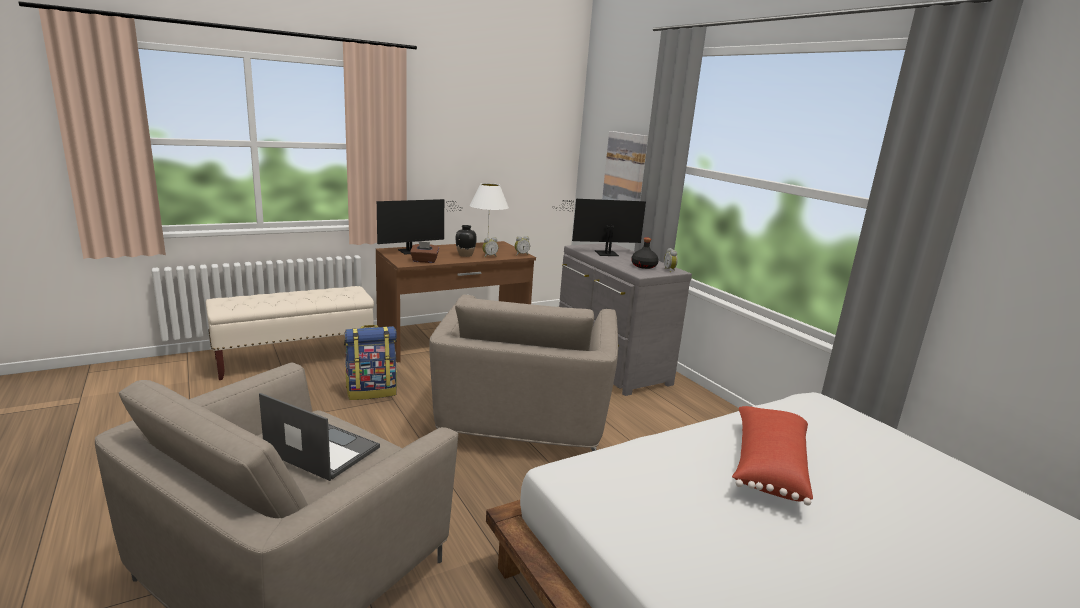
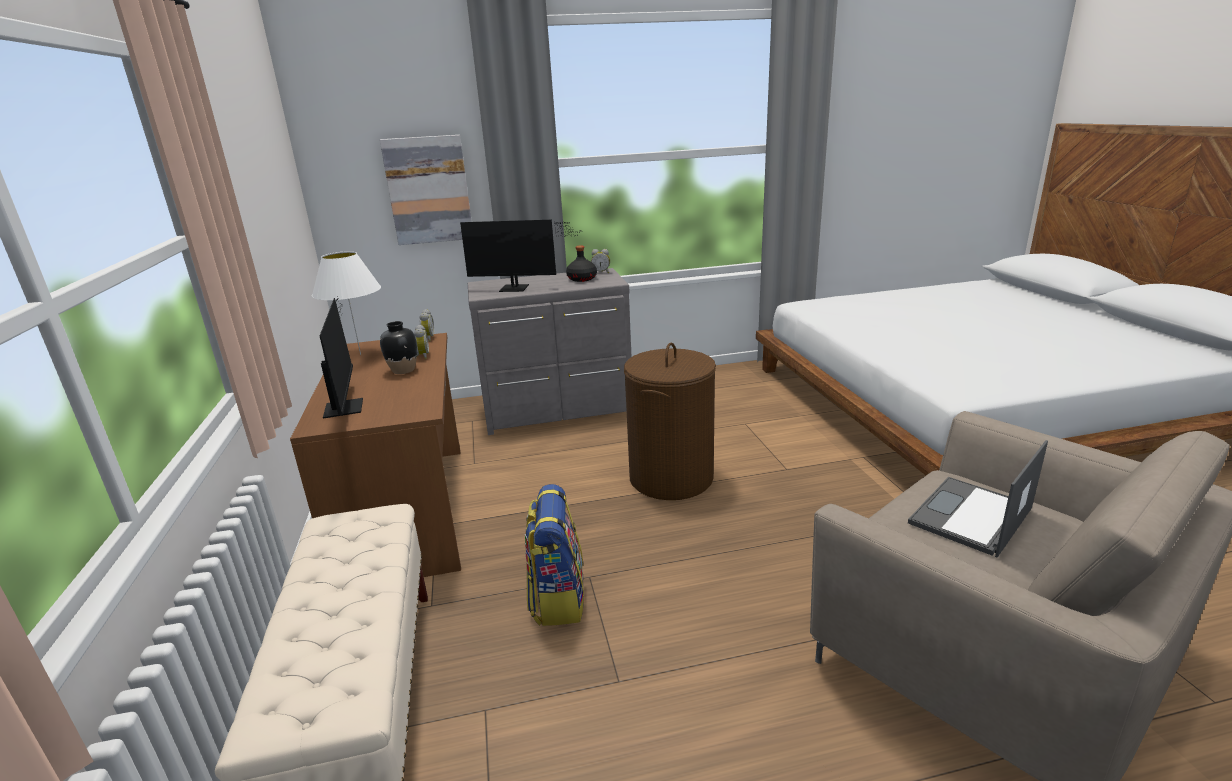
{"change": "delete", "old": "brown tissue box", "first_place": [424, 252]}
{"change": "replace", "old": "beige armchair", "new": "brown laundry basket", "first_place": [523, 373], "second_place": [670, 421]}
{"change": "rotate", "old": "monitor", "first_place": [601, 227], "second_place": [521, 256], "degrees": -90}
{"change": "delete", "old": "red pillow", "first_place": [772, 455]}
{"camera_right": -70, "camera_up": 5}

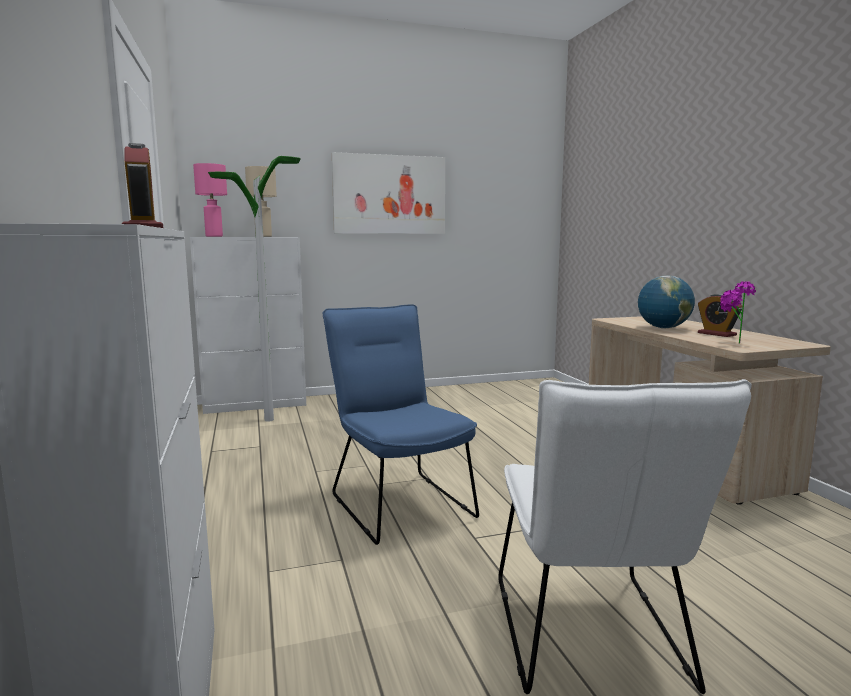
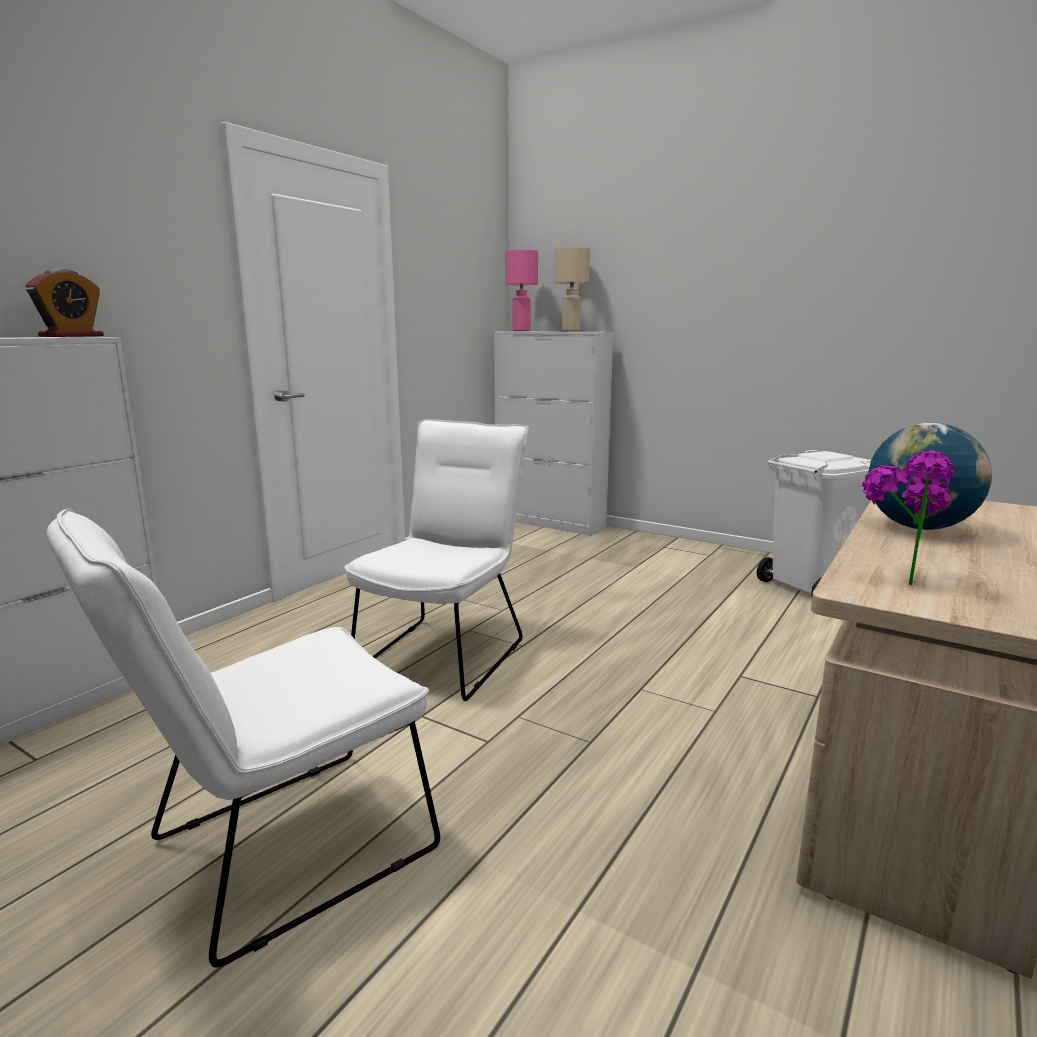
{"change": "delete", "old": "floor lamp", "first_place": [254, 289]}
{"change": "recolor", "old": "blue chair", "new": "white chair", "first_place": [400, 424], "second_place": [436, 560]}
{"change": "delete", "old": "picture", "first_place": [388, 193]}
{"change": "delete", "old": "alarm clock", "first_place": [720, 315]}
{"change": "insert", "new": "white trash can", "second_place": [814, 523]}
{"camera_right": 50, "camera_up": 5}

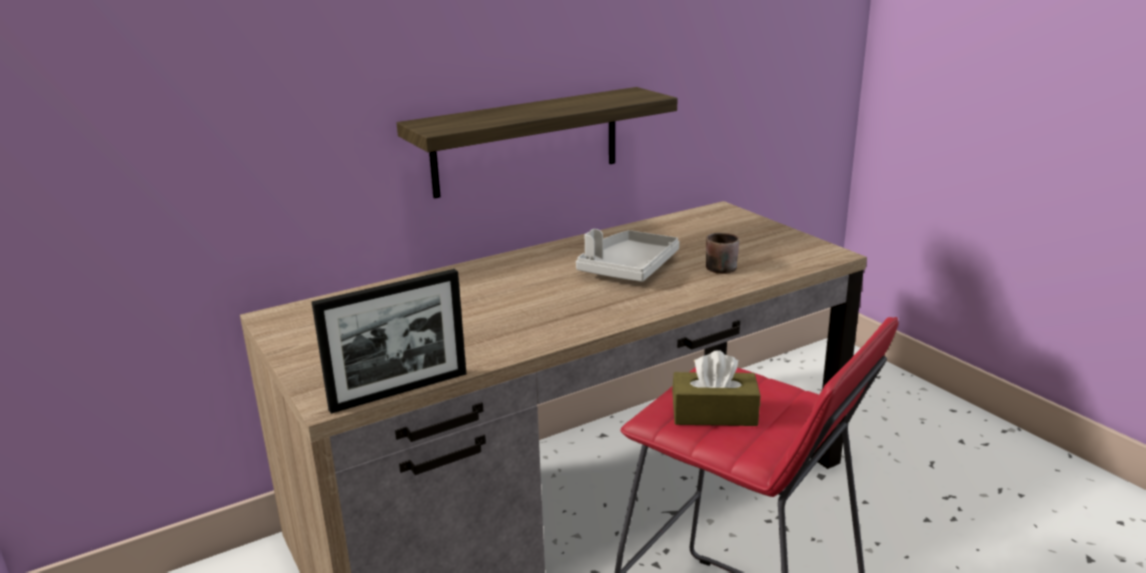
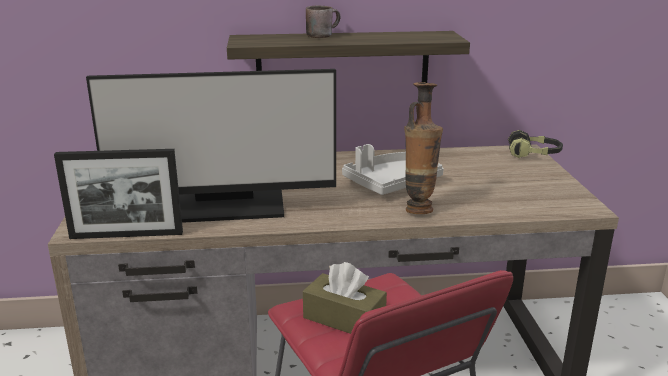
{"change": "move", "old": "brown mug", "first_place": [722, 253], "second_place": [323, 22]}
{"change": "insert", "new": "monitor", "second_place": [211, 146]}
{"change": "insert", "new": "vase", "second_place": [423, 148]}
{"change": "insert", "new": "headphones", "second_place": [535, 144]}
{"camera_right": 25, "camera_up": 0}

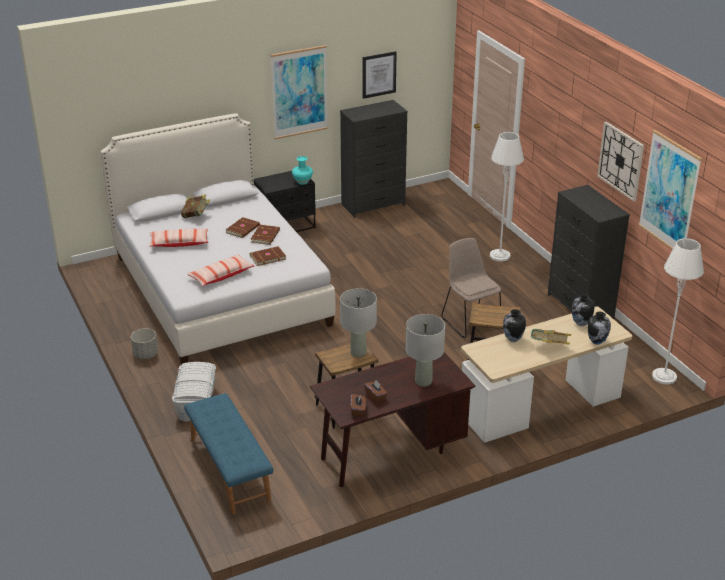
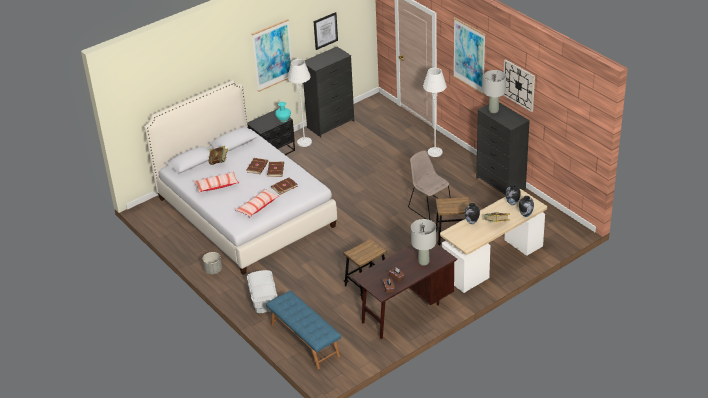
{"change": "move", "old": "grey table lamp", "first_place": [358, 322], "second_place": [494, 91]}
{"change": "move", "old": "picture", "first_place": [670, 190], "second_place": [469, 55]}
{"change": "move", "old": "white floor lamp", "first_place": [678, 311], "second_place": [300, 103]}
{"camera_right": -10, "camera_up": 5}

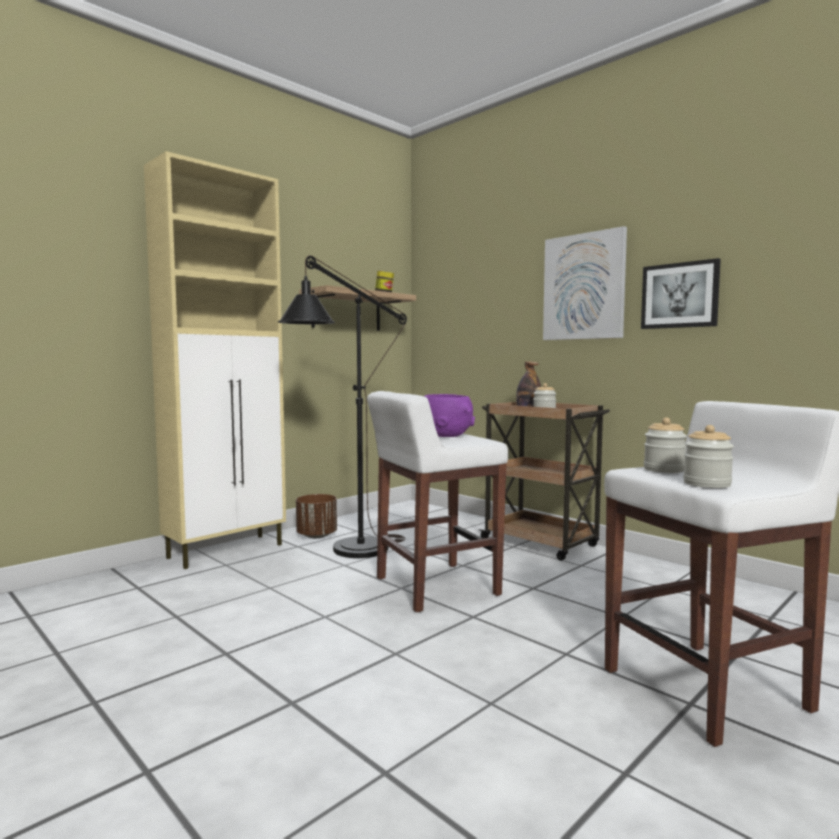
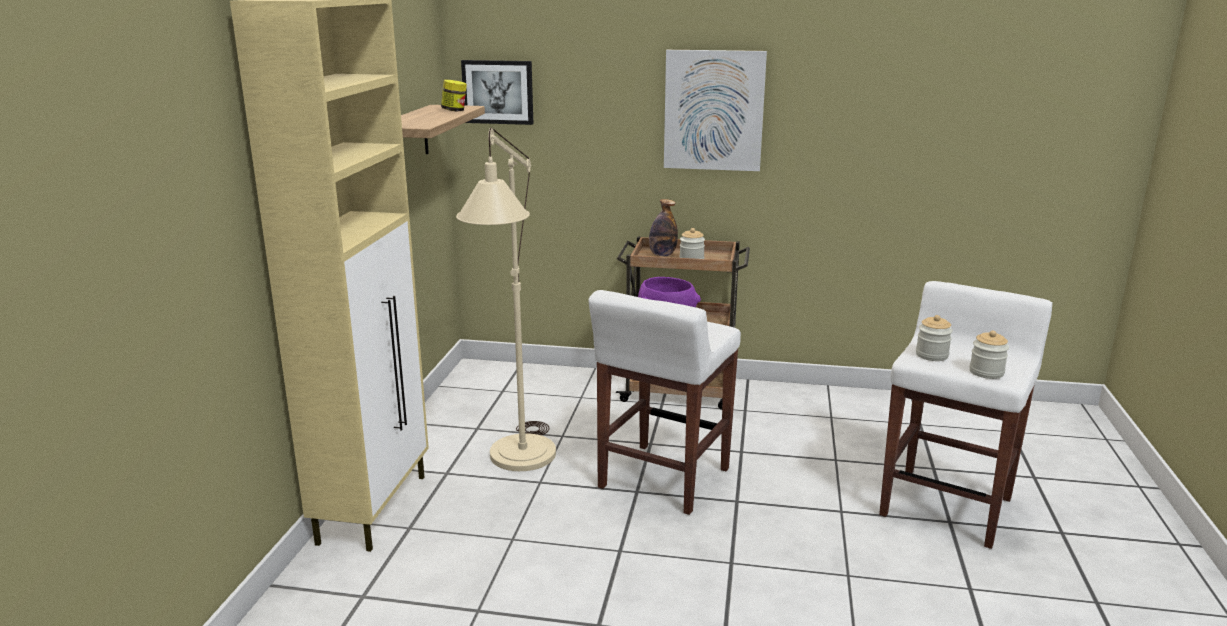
{"change": "recolor", "old": "black floor lamp", "new": "beige floor lamp", "first_place": [342, 407], "second_place": [506, 299]}
{"change": "delete", "old": "brown planter", "first_place": [316, 516]}
{"change": "move", "old": "picture", "first_place": [681, 293], "second_place": [497, 92]}
{"camera_right": -35, "camera_up": 15}

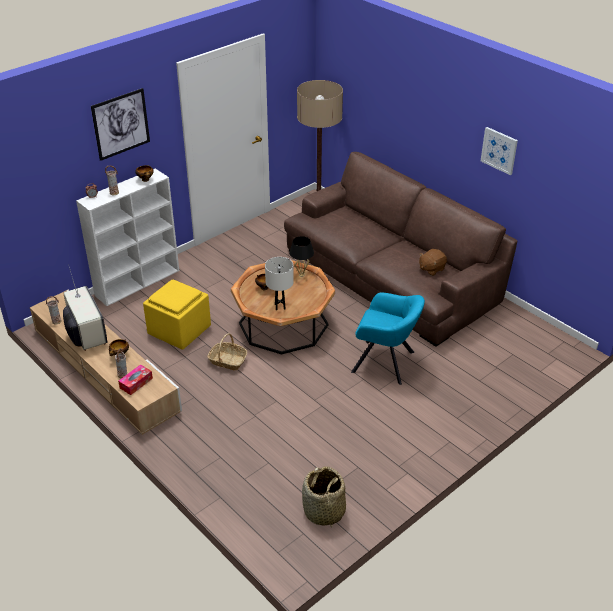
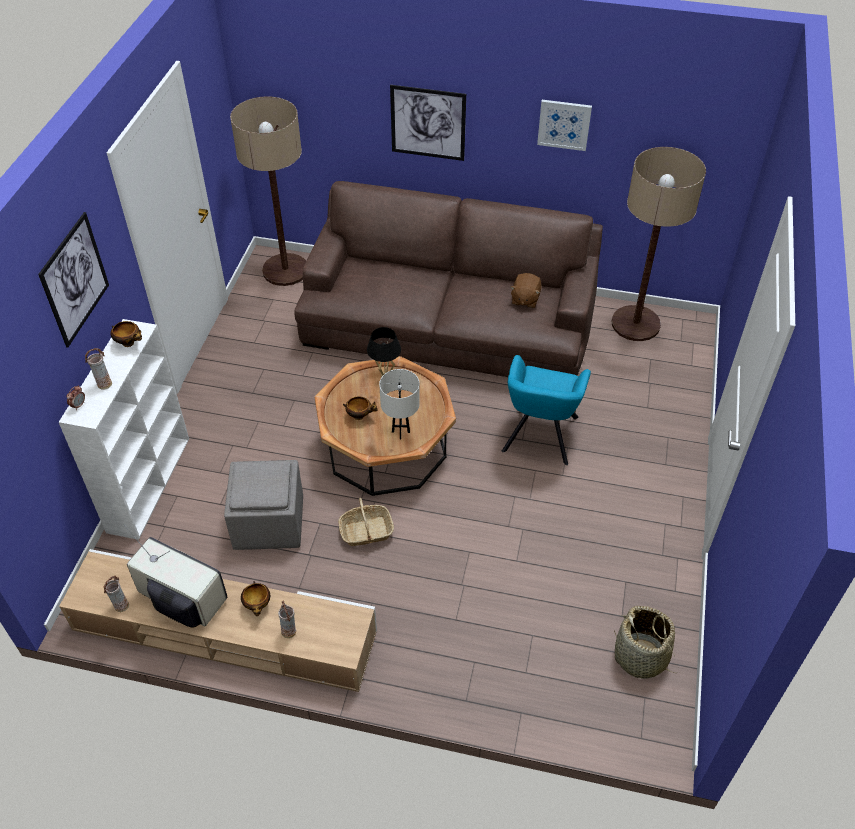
{"change": "delete", "old": "tissue box", "first_place": [135, 379]}
{"change": "recolor", "old": "yellow ottoman", "new": "grey ottoman", "first_place": [177, 314], "second_place": [263, 505]}
{"change": "rotate", "old": "turquoise armchair", "first_place": [388, 338], "second_place": [546, 410], "degrees": 120}
{"change": "insert", "new": "picture", "second_place": [428, 123]}
{"change": "insert", "new": "floor lamp", "second_place": [659, 244]}
{"camera_right": -35, "camera_up": 10}

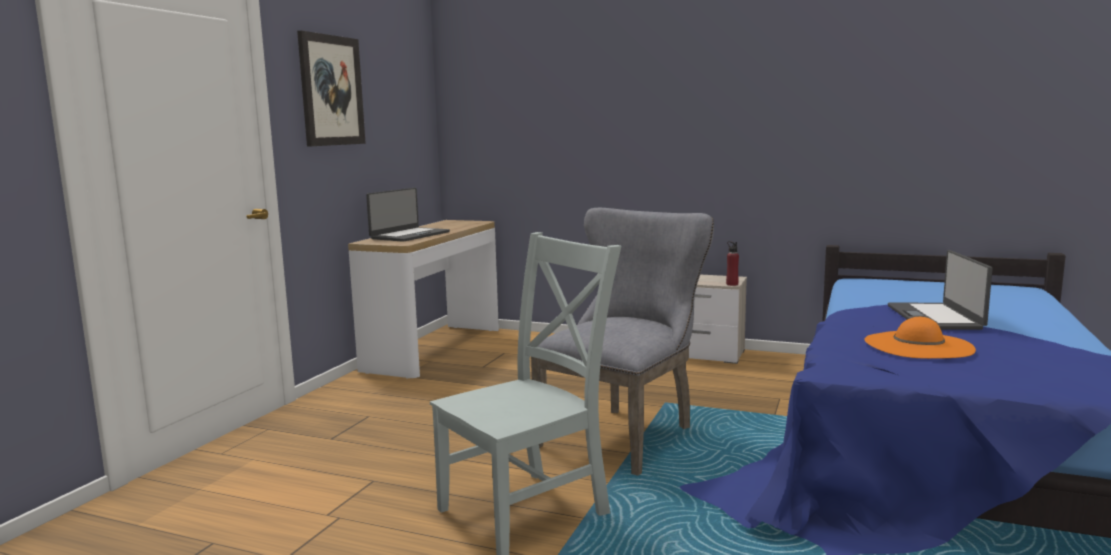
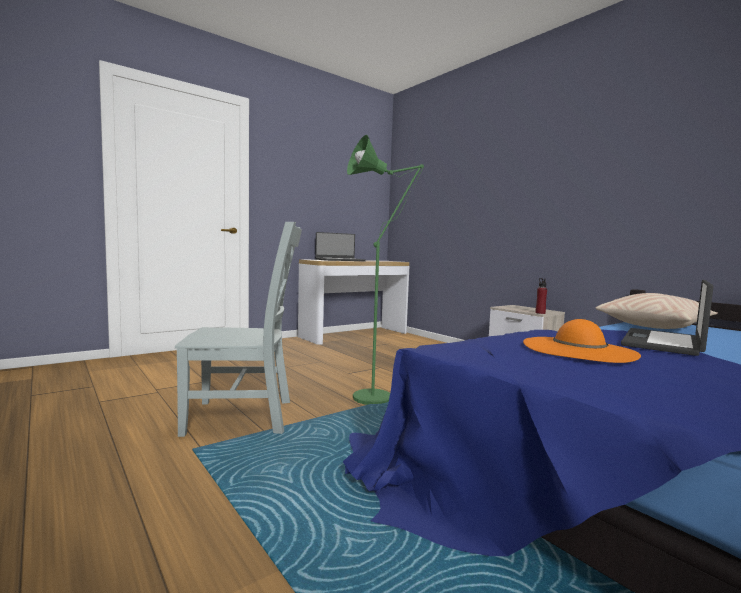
{"change": "delete", "old": "picture", "first_place": [331, 88]}
{"change": "replace", "old": "grey chair", "new": "green floor lamp", "first_place": [622, 342], "second_place": [385, 270]}
{"change": "insert", "new": "beige pillow", "second_place": [656, 311]}
{"camera_right": 30, "camera_up": -5}

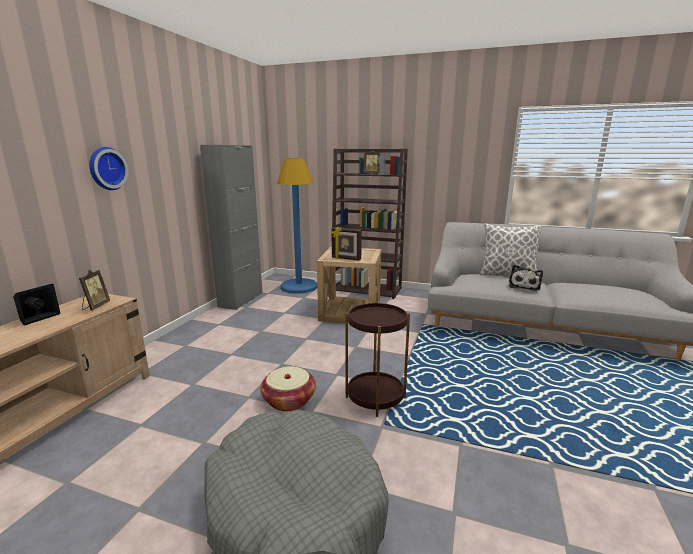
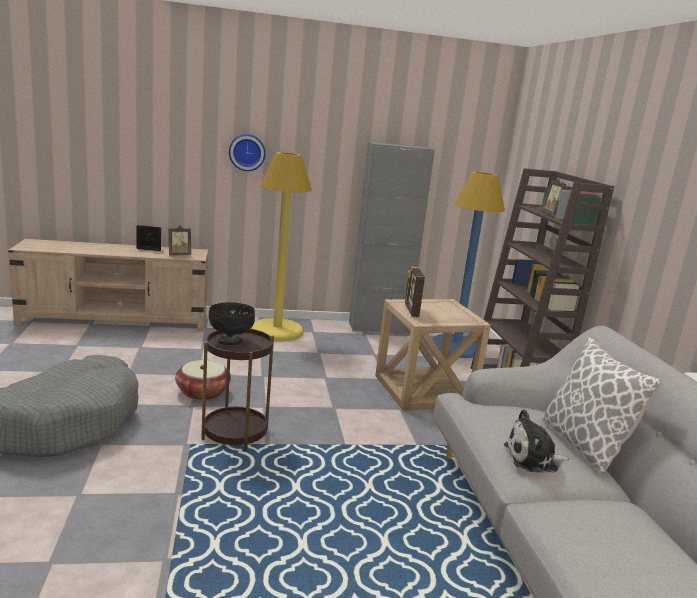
{"change": "insert", "new": "black bowl", "second_place": [232, 323]}
{"change": "insert", "new": "yellow floor lamp", "second_place": [281, 247]}
{"camera_right": 60, "camera_up": 0}

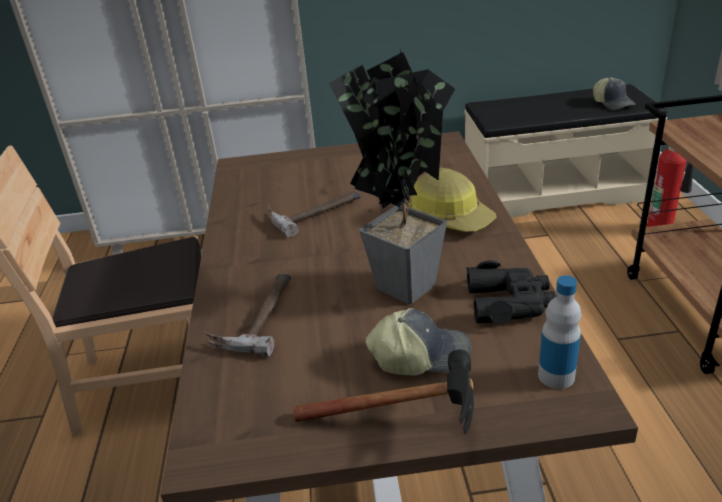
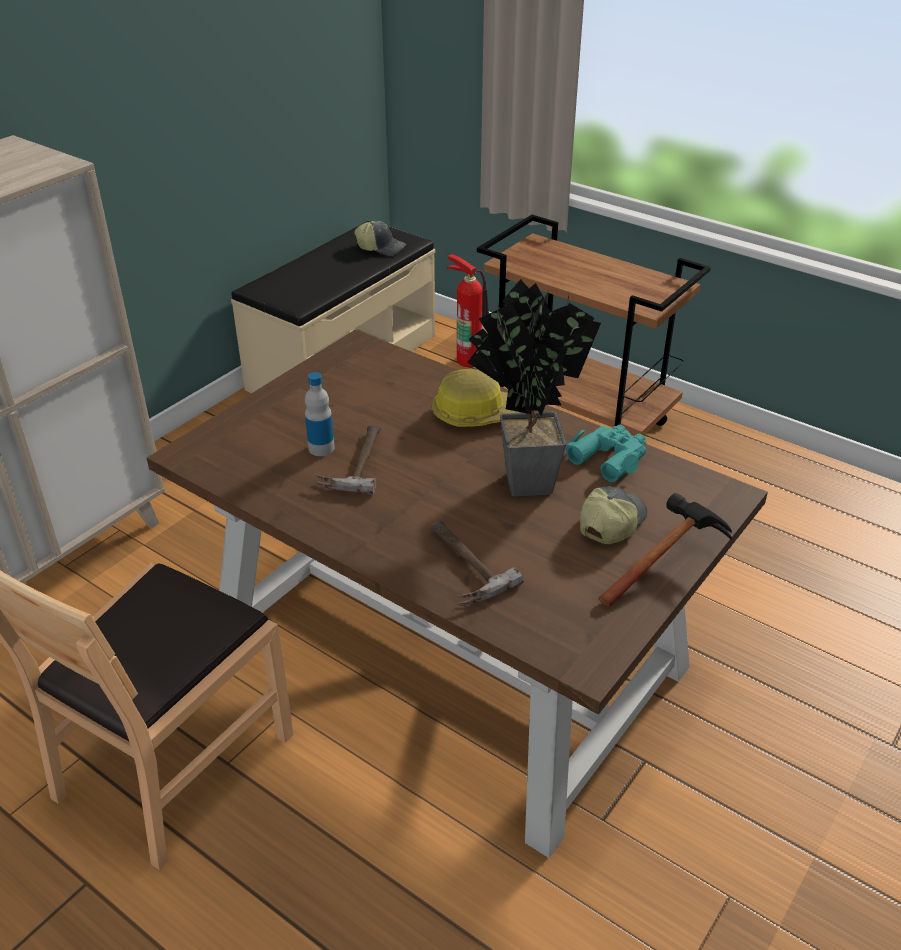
{"change": "recolor", "old": "black binoculars", "new": "turquoise binoculars", "first_place": [511, 292], "second_place": [606, 453]}
{"change": "move", "old": "bottle", "first_place": [559, 332], "second_place": [320, 414]}
{"camera_right": -50, "camera_up": 5}

